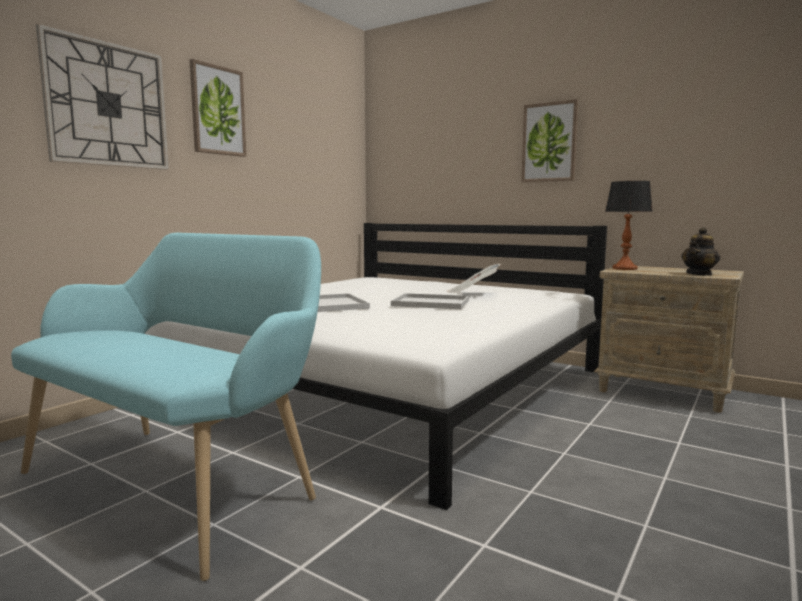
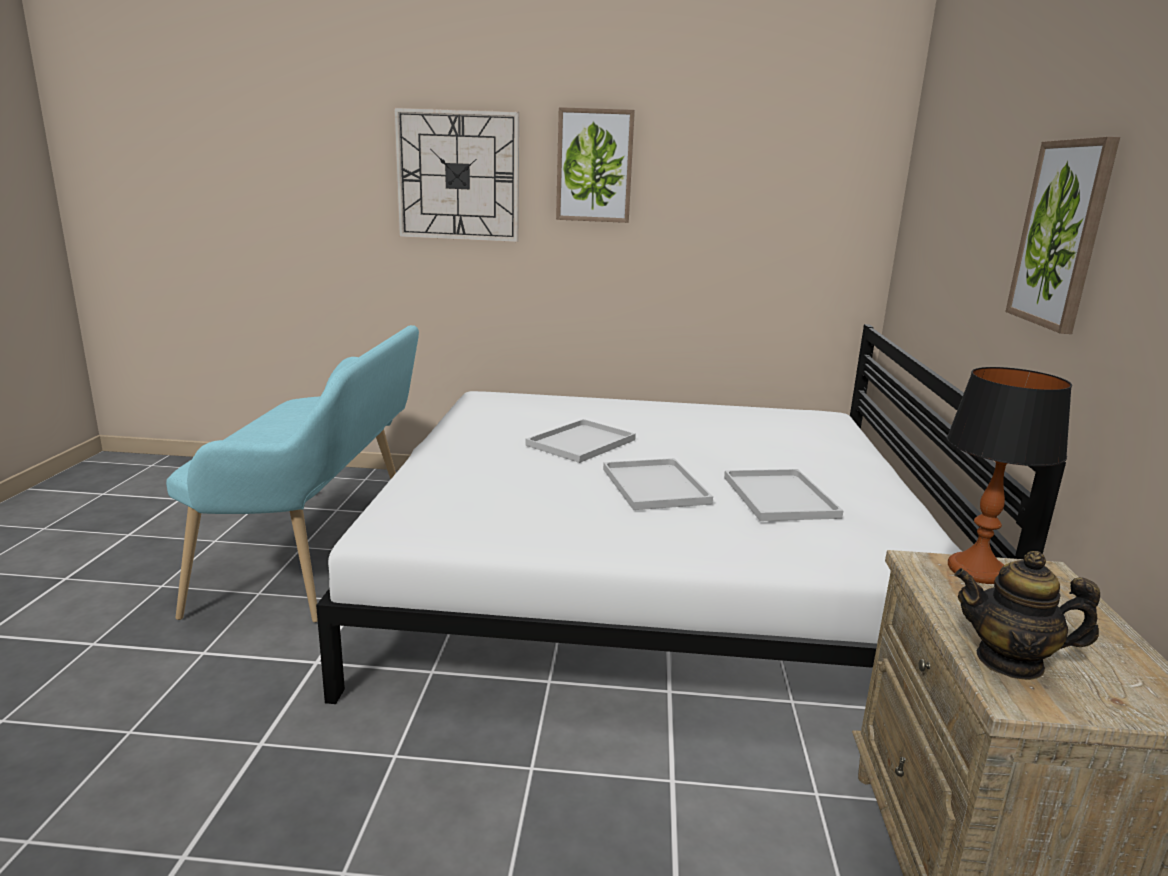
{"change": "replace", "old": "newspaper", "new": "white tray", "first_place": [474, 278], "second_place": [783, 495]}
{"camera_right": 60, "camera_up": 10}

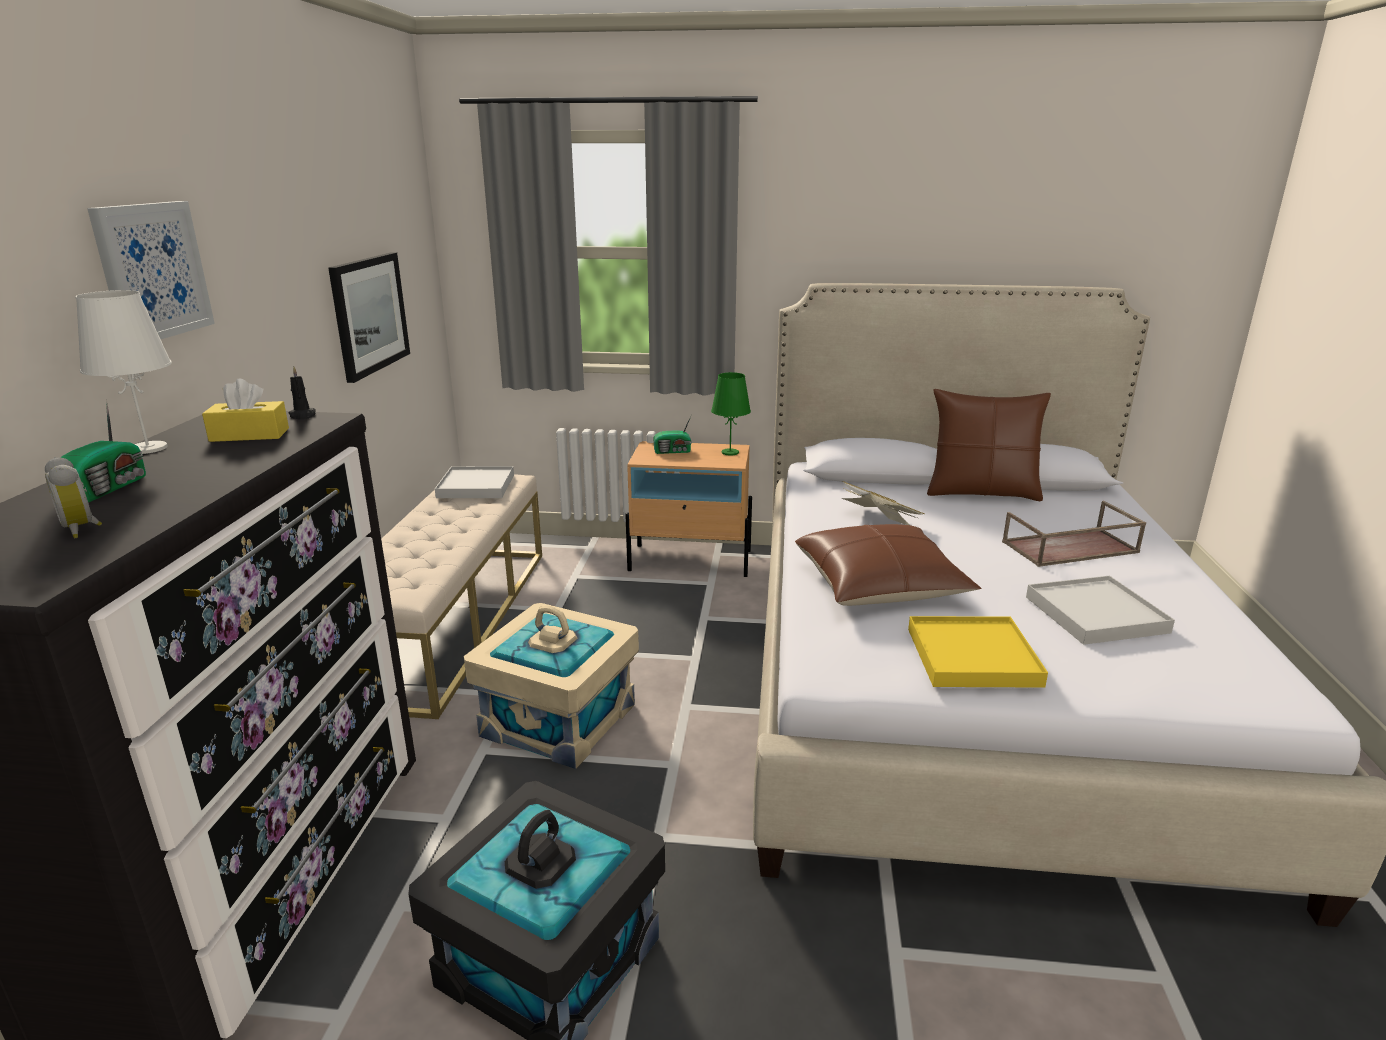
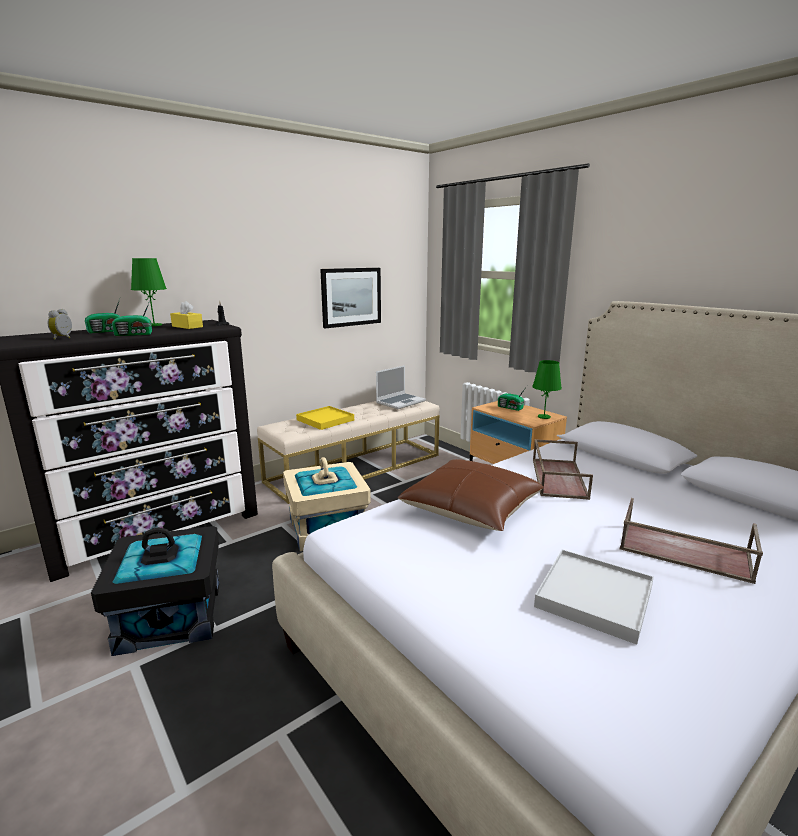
{"change": "recolor", "old": "white table lamp", "new": "green table lamp", "first_place": [123, 372], "second_place": [149, 292]}
{"change": "delete", "old": "picture", "first_place": [151, 270]}
{"change": "replace", "old": "white tray", "new": "laptop", "first_place": [474, 482], "second_place": [401, 387]}
{"change": "replace", "old": "book", "new": "brown tray", "first_place": [882, 503], "second_place": [563, 469]}
{"change": "move", "old": "yellow tray", "first_place": [978, 652], "second_place": [325, 418]}
{"change": "delete", "old": "brown pillow", "first_place": [989, 445]}
{"change": "insert", "new": "radio", "second_place": [132, 318]}
{"camera_right": 45, "camera_up": -5}

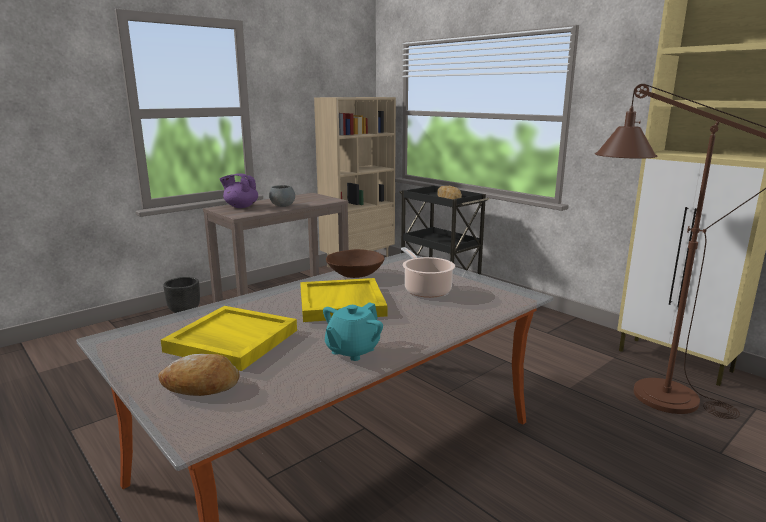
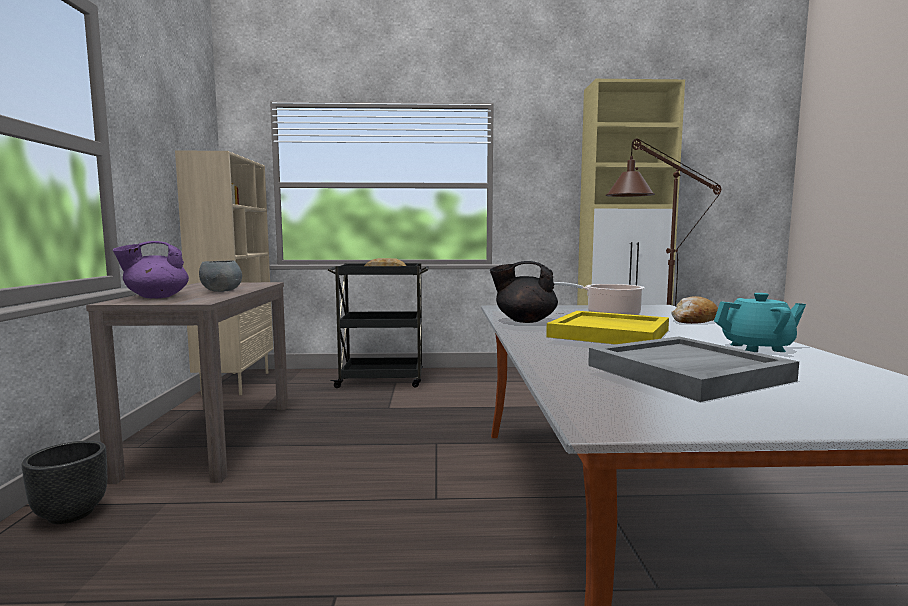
{"change": "move", "old": "bread", "first_place": [199, 375], "second_place": [694, 310]}
{"change": "recolor", "old": "yellow tray", "new": "grey tray", "first_place": [229, 338], "second_place": [693, 369]}
{"change": "rotate", "old": "turquoise teapot", "first_place": [353, 331], "second_place": [760, 322], "degrees": -75}
{"change": "replace", "old": "brown bowl", "new": "black teapot", "first_place": [355, 263], "second_place": [524, 292]}
{"camera_right": -50, "camera_up": -10}

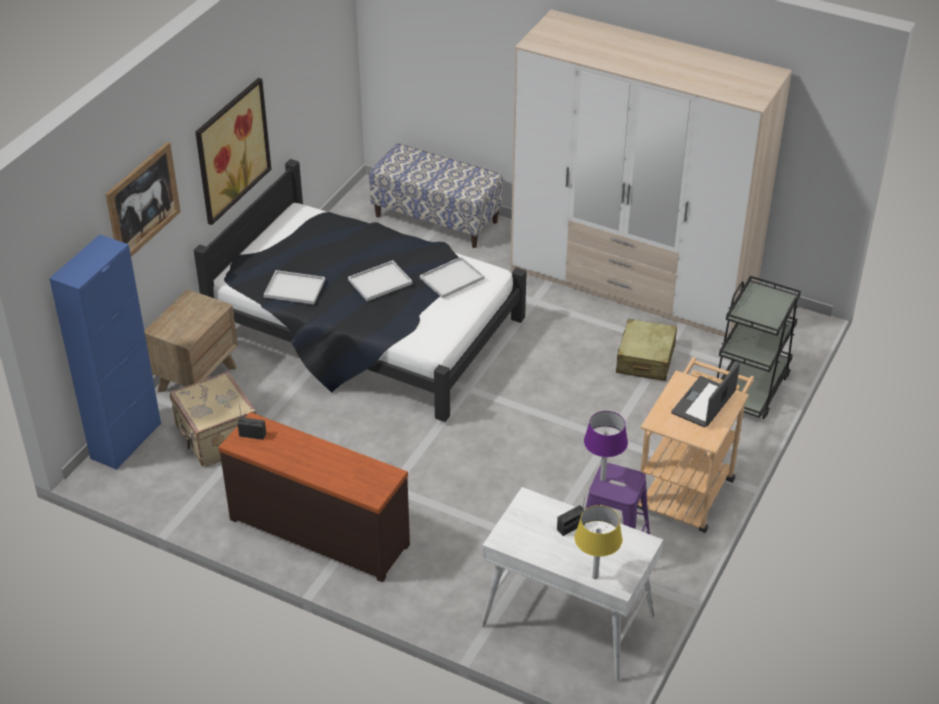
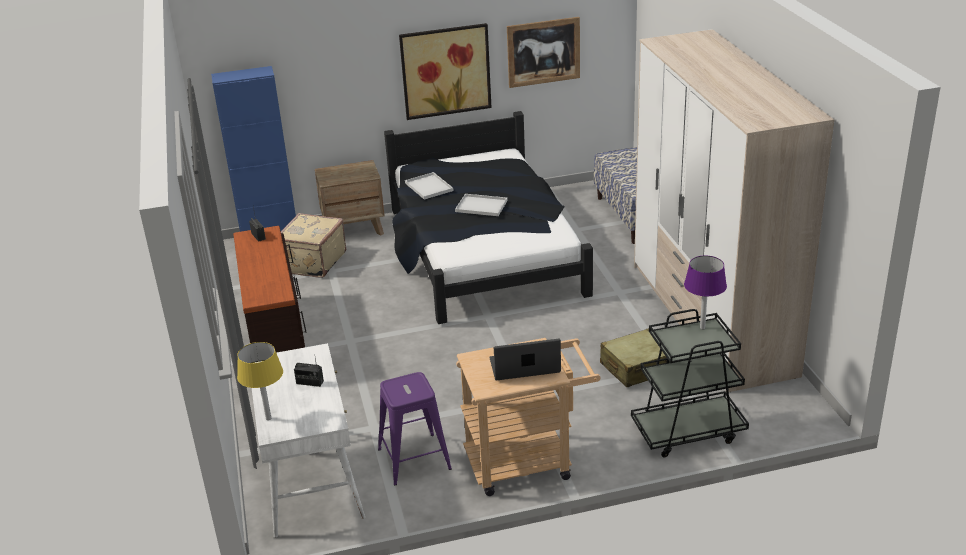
{"change": "move", "old": "picture", "first_place": [143, 199], "second_place": [543, 52]}
{"change": "delete", "old": "white tray", "first_place": [452, 277]}
{"change": "move", "old": "purple table lamp", "first_place": [606, 446], "second_place": [705, 293]}
{"camera_right": 50, "camera_up": -10}

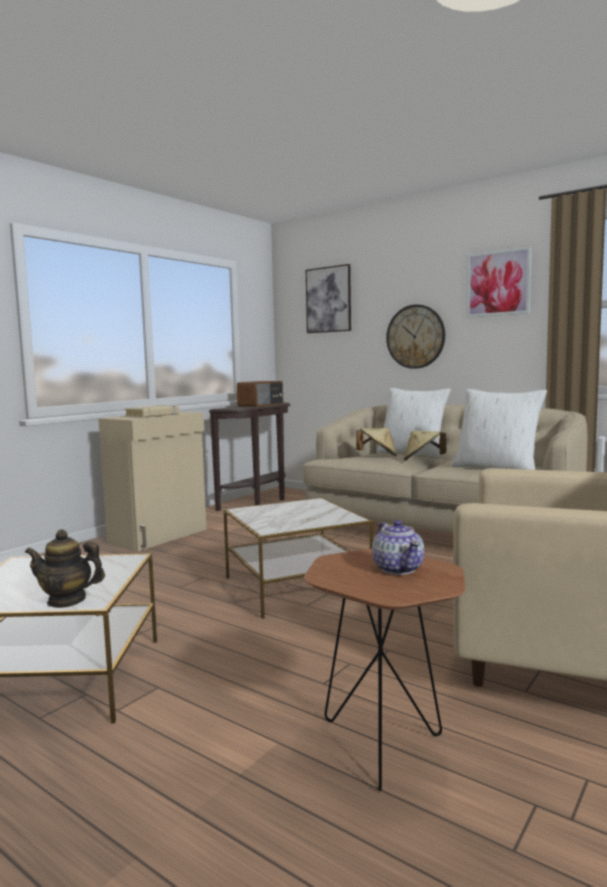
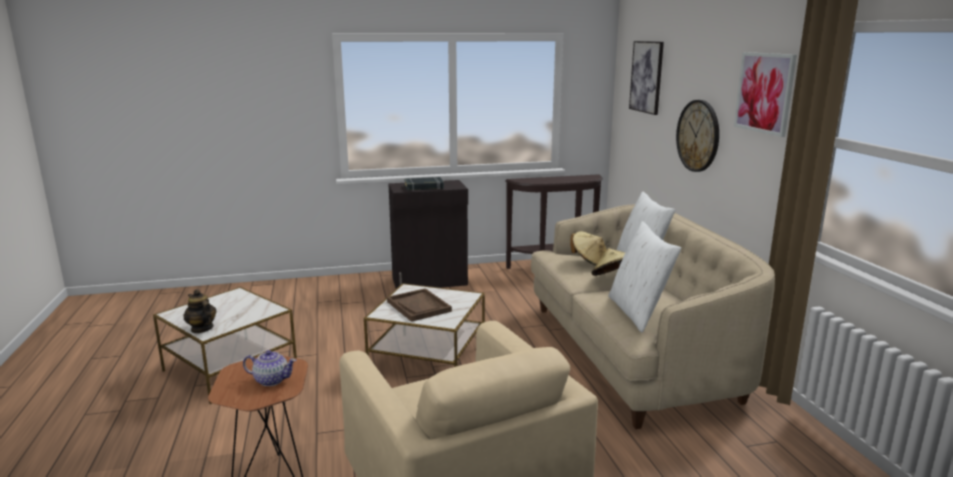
{"change": "recolor", "old": "beige cabinet", "new": "black cabinet", "first_place": [152, 481], "second_place": [428, 234]}
{"change": "recolor", "old": "beige book", "new": "black book", "first_place": [152, 411], "second_place": [424, 184]}
{"change": "delete", "old": "radio", "first_place": [260, 394]}
{"change": "rotate", "old": "teapot", "first_place": [398, 547], "second_place": [269, 368], "degrees": -105}
{"change": "insert", "new": "brown tray", "second_place": [419, 305]}
{"camera_right": 40, "camera_up": 10}

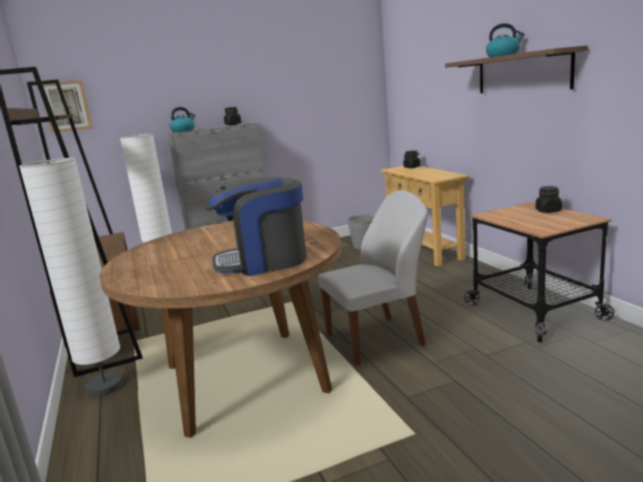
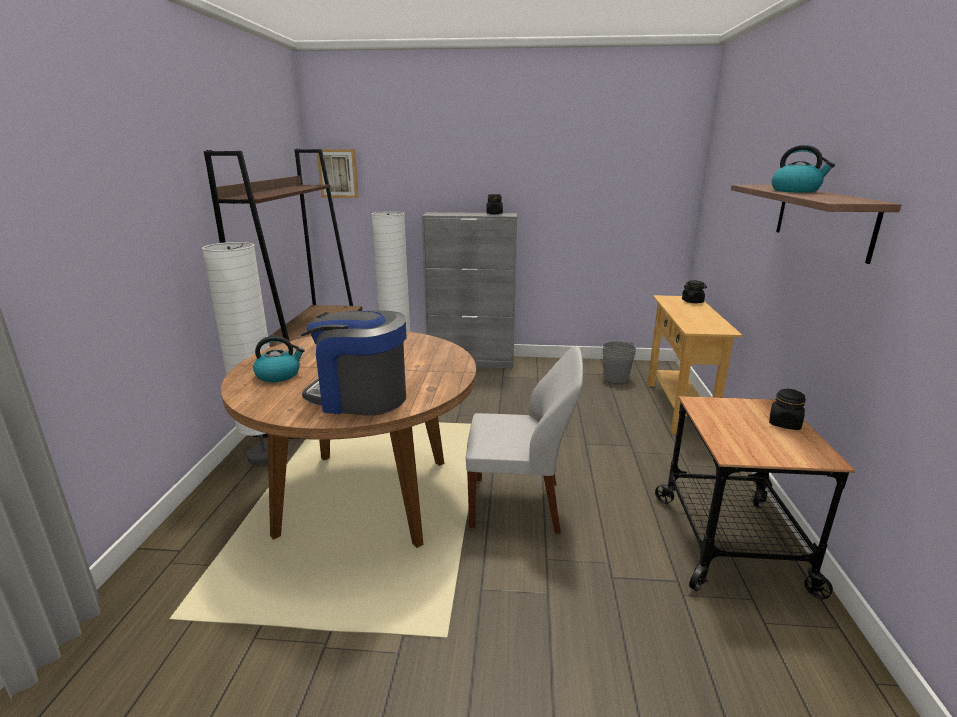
{"change": "move", "old": "kettle", "first_place": [182, 119], "second_place": [279, 359]}
{"camera_right": 25, "camera_up": 5}

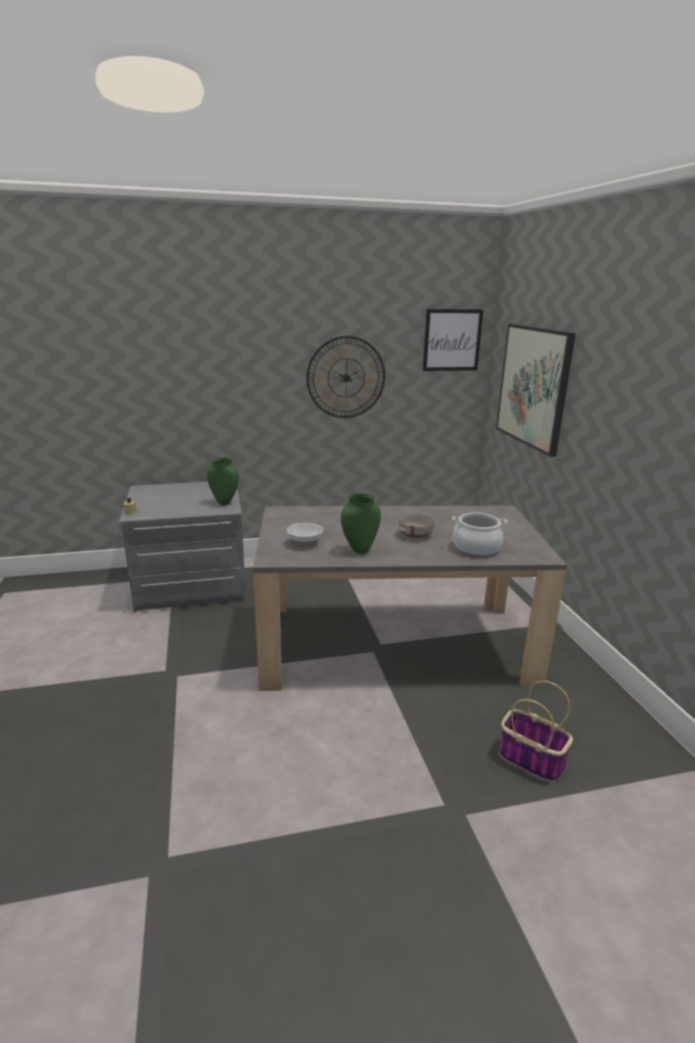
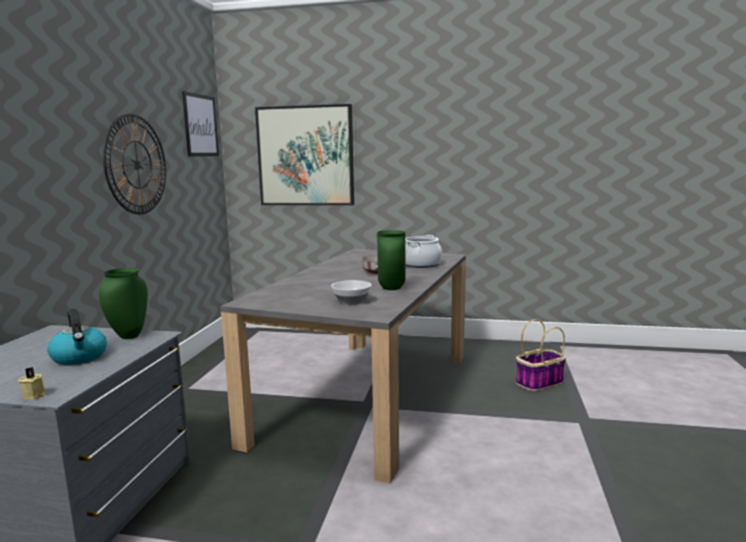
{"change": "insert", "new": "kettle", "second_place": [77, 337]}
{"camera_right": -65, "camera_up": -10}

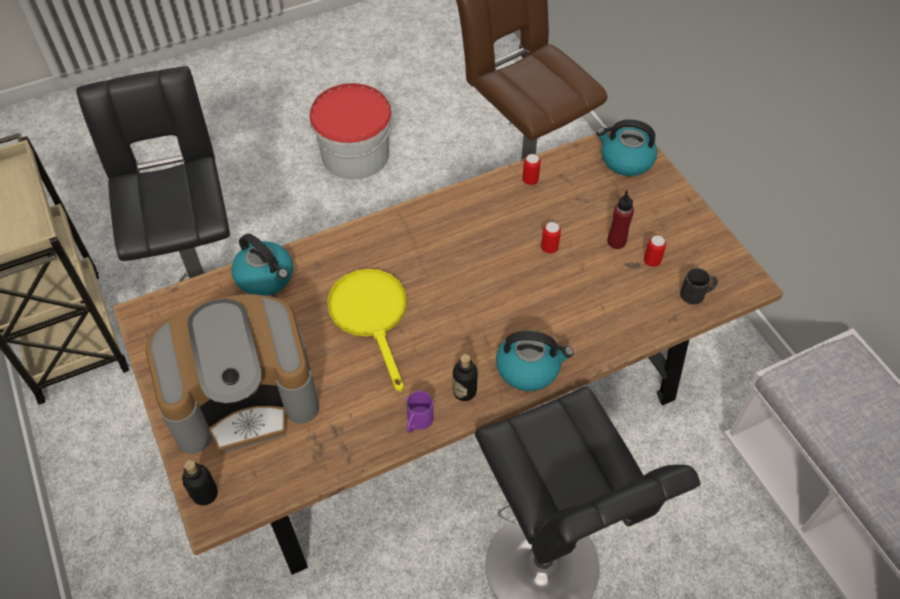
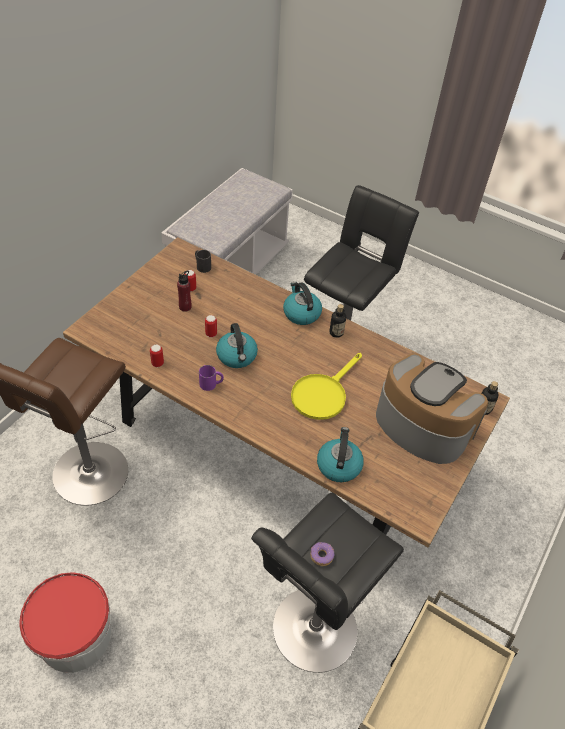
{"change": "move", "old": "purple mug", "first_place": [420, 412], "second_place": [211, 378]}
{"change": "move", "old": "kettle", "first_place": [626, 147], "second_place": [237, 345]}
{"change": "insert", "new": "donut", "second_place": [322, 554]}
{"camera_right": -125, "camera_up": -5}

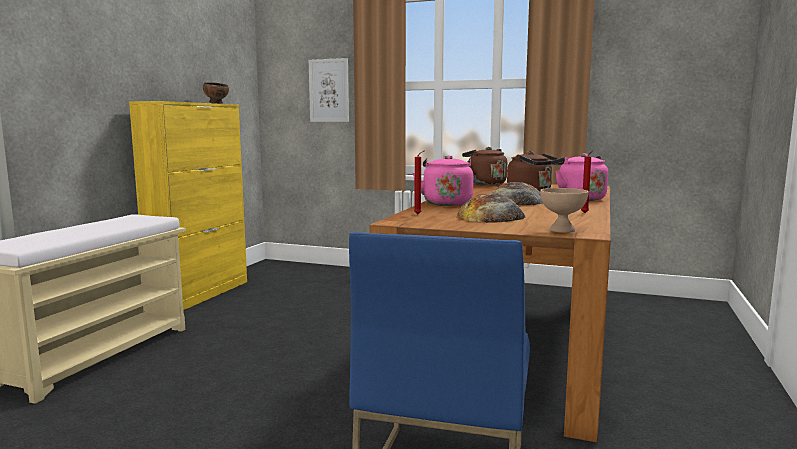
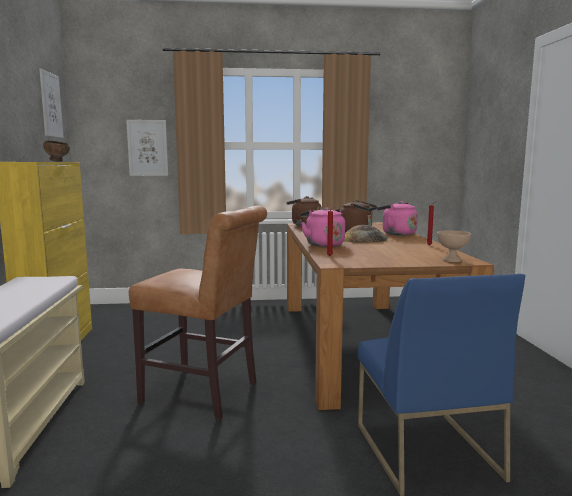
{"change": "delete", "old": "bread", "first_place": [490, 208]}
{"change": "insert", "new": "picture", "second_place": [51, 103]}
{"change": "insert", "new": "brown chair", "second_place": [198, 313]}
{"camera_right": -25, "camera_up": 0}

